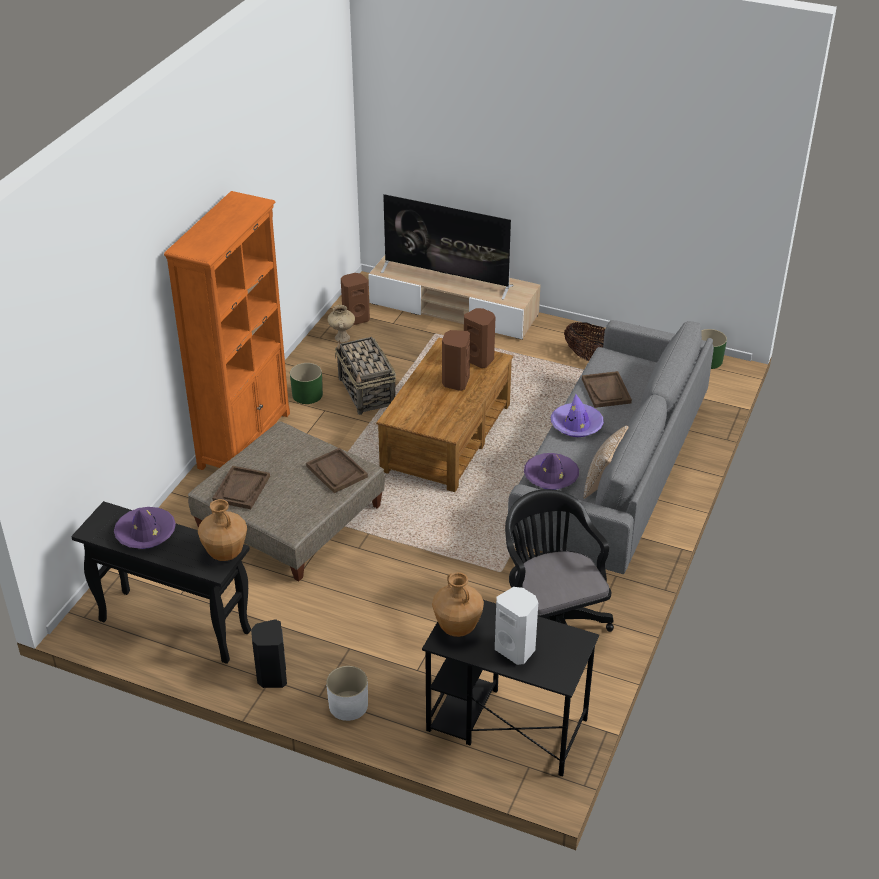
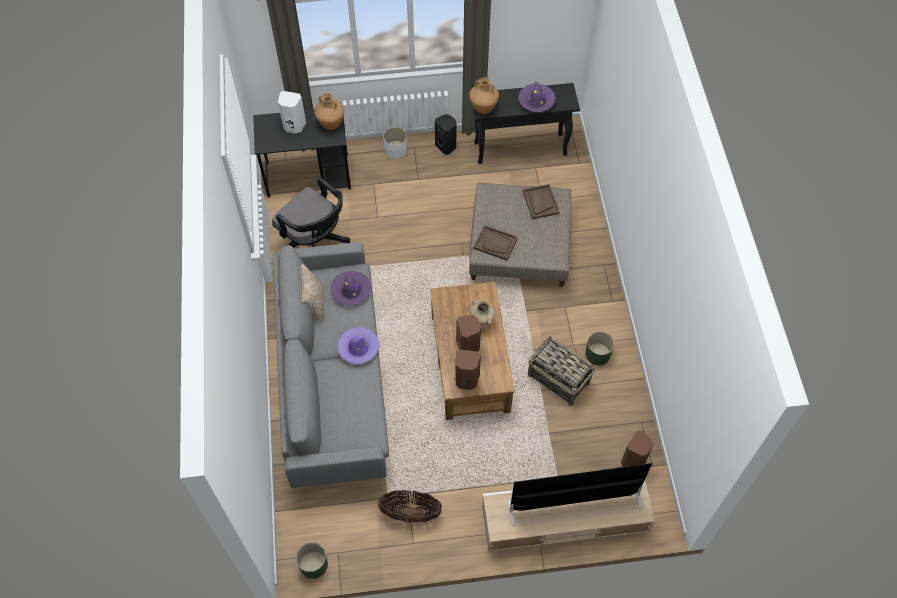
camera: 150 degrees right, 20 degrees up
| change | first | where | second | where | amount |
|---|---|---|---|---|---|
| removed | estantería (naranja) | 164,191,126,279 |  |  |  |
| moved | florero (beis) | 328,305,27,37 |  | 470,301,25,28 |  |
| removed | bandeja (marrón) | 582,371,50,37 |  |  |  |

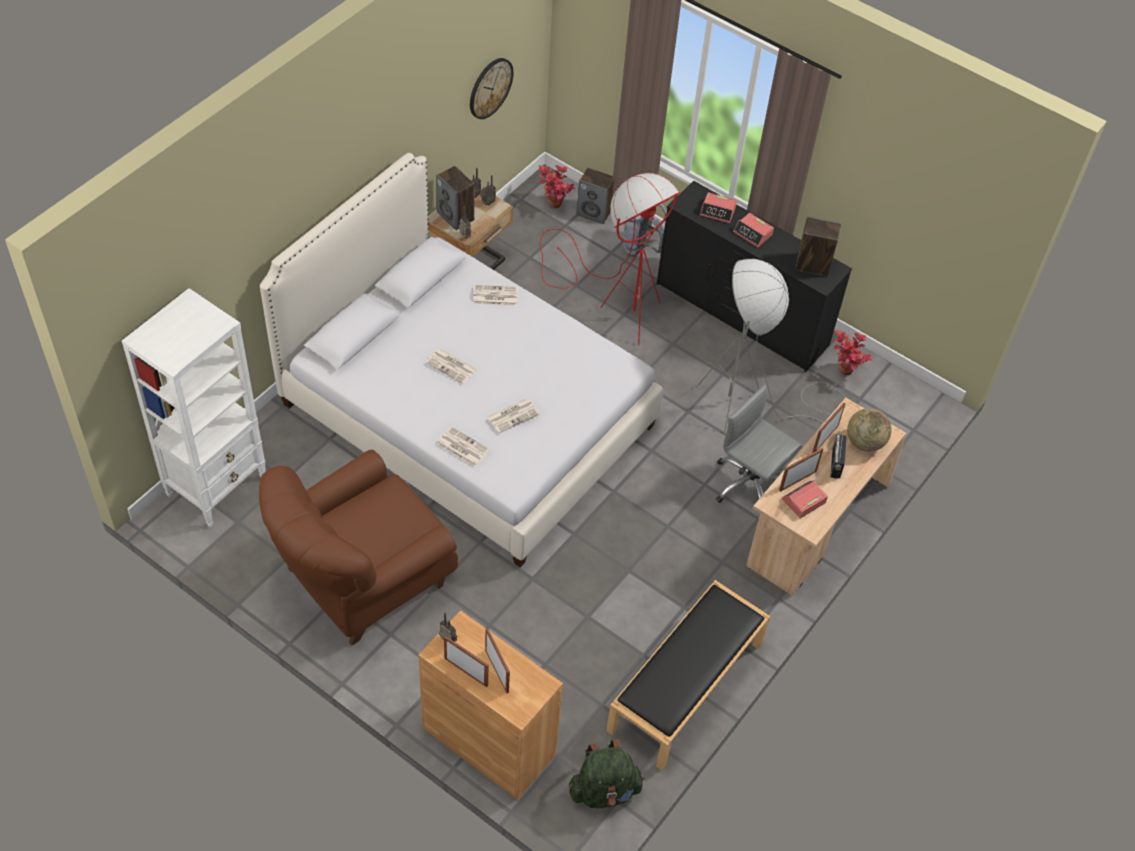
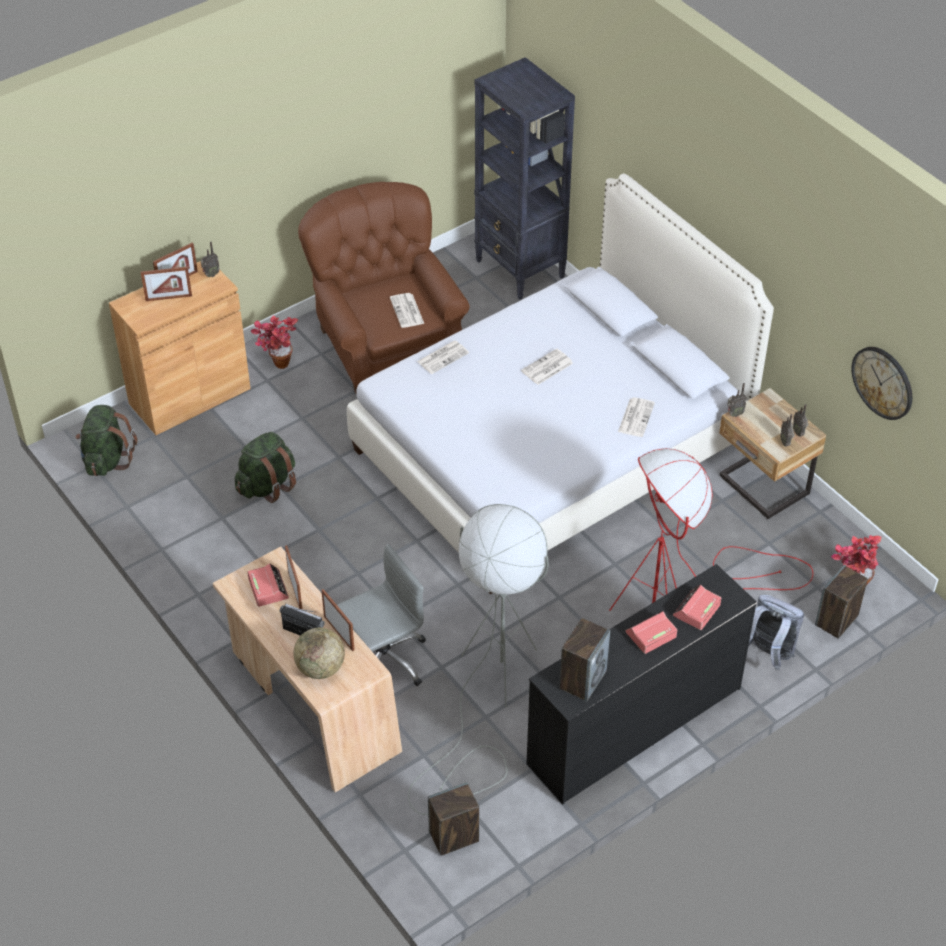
camera: 110 degrees right, 5 degrees down
| change | first | where | second | where | amount |
|---|---|---|---|---|---|
| recoloured | estantería (blanco) | 122,288,144,239 | estantería (negro) | 474,57,101,243 |  |
| moved | altavoz | 436,166,39,64 |  | 428,782,51,74 |  |
| moved | periódico | 487,399,52,34 |  | 390,293,34,35 |  |
| removed | banco (negro) | 606,580,165,191 |  |  |  |
| moved | planta en maceta | 834,329,38,46 |  | 251,315,47,54 |  |
| added |  |  | mochila (verde) | 235,432,61,71 |  |

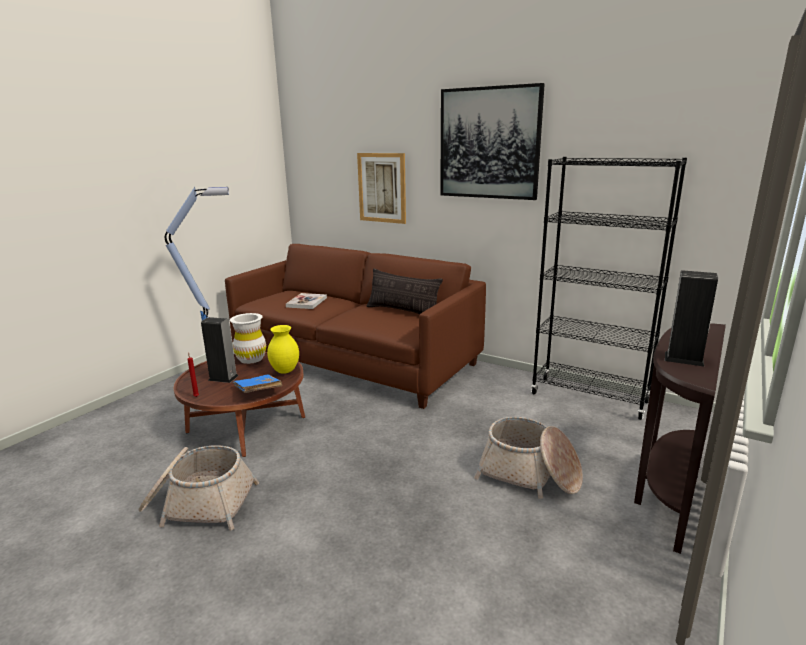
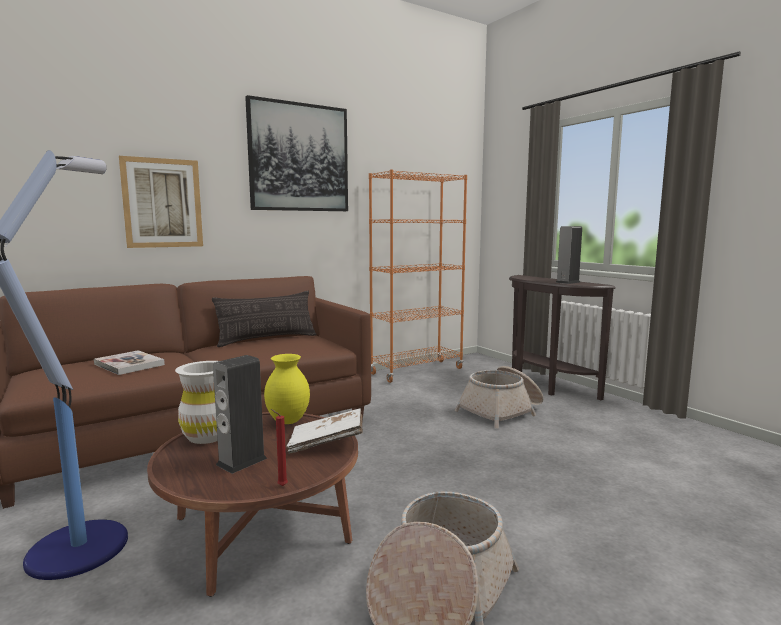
camera: 65 degrees left, 10 degrees down
| change | first | where | second | where | amount |
|---|---|---|---|---|---|
| recoloured | libro (azul) | 233,374,49,19 | libro (blanco) | 287,409,76,45 |  |
| recoloured | estantería (negro) | 531,157,156,263 | estantería (naranja) | 369,170,98,213 |  |

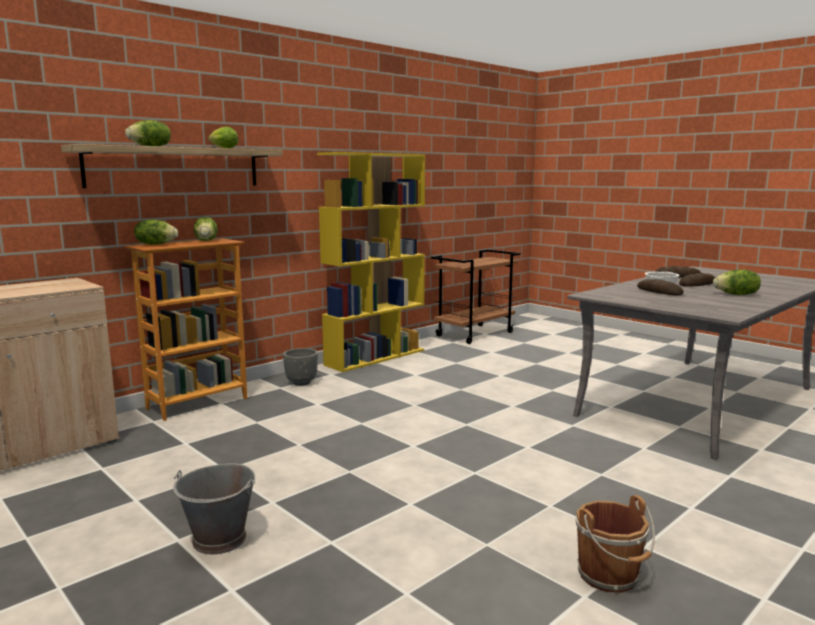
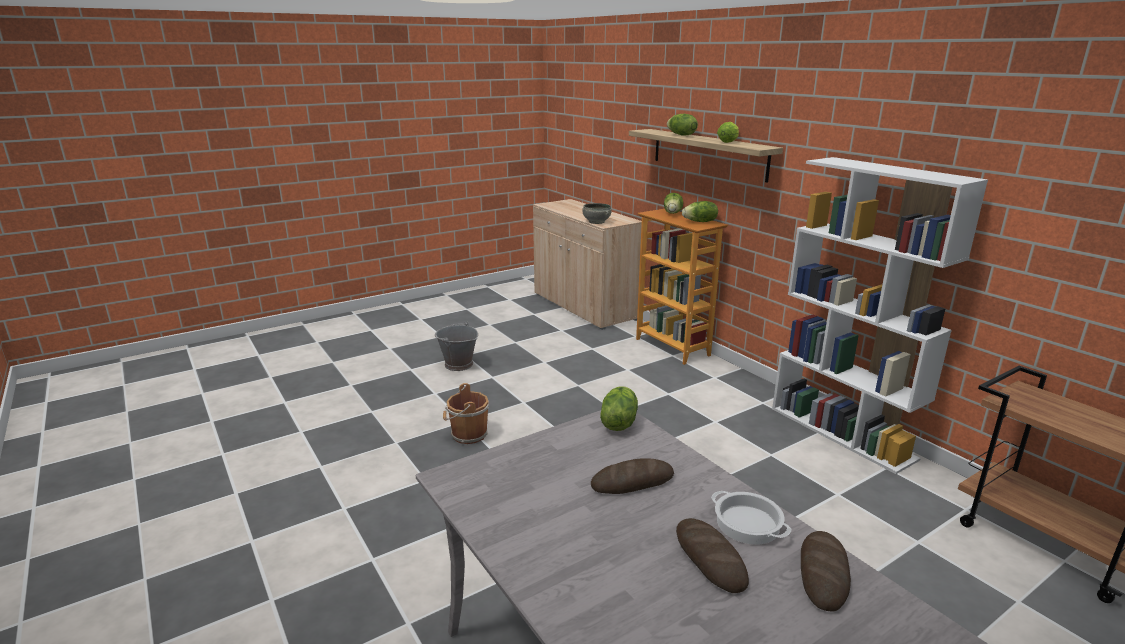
camera: 100 degrees right, 10 degrees up
| change | first | where | second | where | amount |
|---|---|---|---|---|---|
| removed | maceta (gris) | 283,348,35,38 |  |  |  |
| recoloured | estantería (amarillo) | 317,152,108,220 | estantería (blanco) | 772,157,216,317 |  |
| moved | cubo (marrón) | 576,495,79,98 |  | 443,383,46,61 |  |
| moved | lechuga | 713,269,48,26 |  | 600,386,38,45 |  |
| added |  |  | cuenco (gris) | 583,203,29,21 |  |

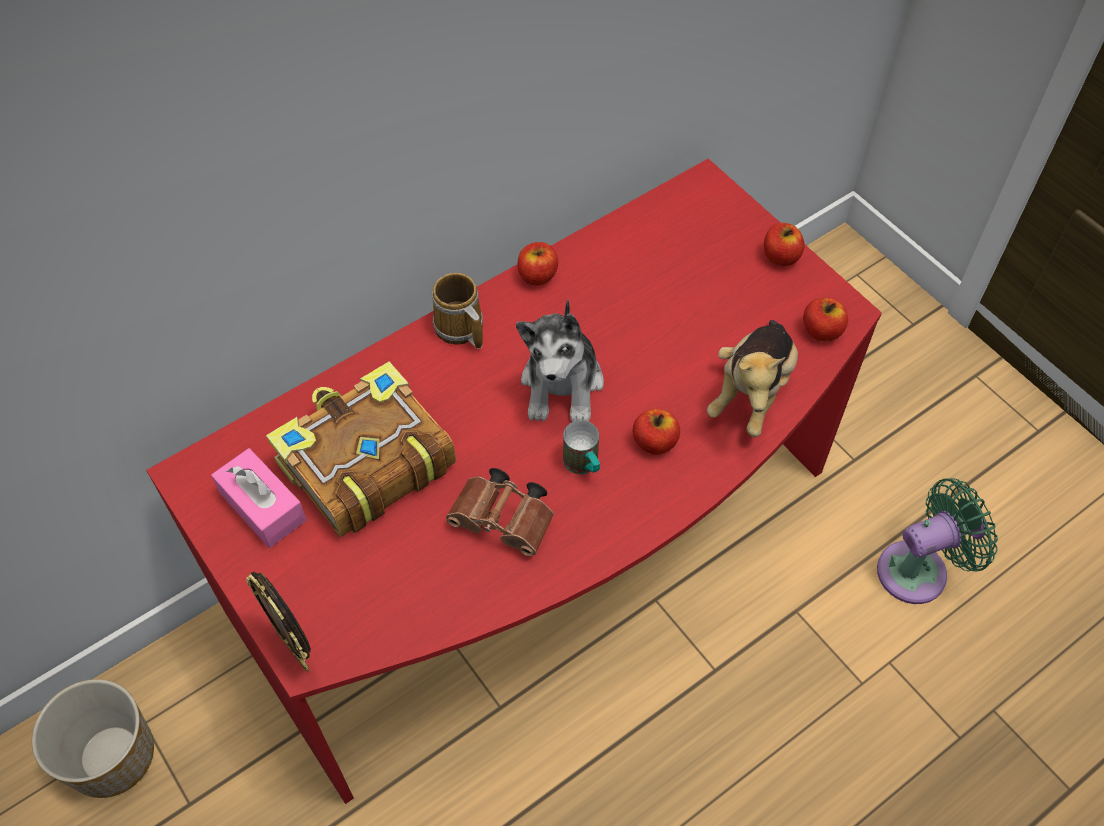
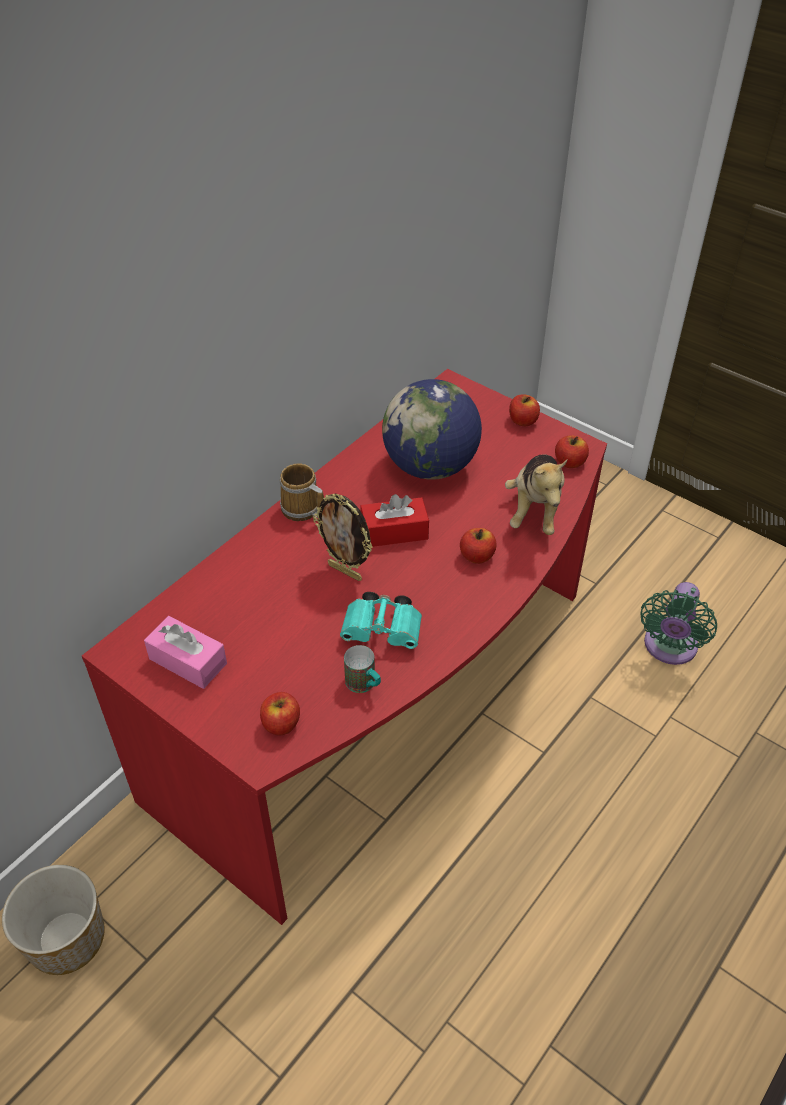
camera: 15 degrees left, 10 degrees down
| change | first | where | second | where | amount |
|---|---|---|---|---|---|
| moved | portarretratos | 246,572,65,100 |  | 313,494,60,87 |  |
| removed | libro | 266,361,190,176 |  |  |  |
| recoloured | prismáticos (marrón) | 446,468,108,89 | prismáticos (turquesa) | 340,592,82,57 |  |
| replaced | peluche | 516,299,88,123 | caja de pañuelos (rojo) | 360,494,69,53 |  |
| moved | manzana | 517,242,41,44 |  | 260,692,40,44 |  |
| moved | taza grande | 563,420,37,54 |  | 344,645,37,48 |  |
| turned | ventilador (verde) | 877,478,121,126 |  | 641,582,76,83 | 150 degrees clockwise |
| added |  |  | globo terráqueo | 382,379,100,101 |  |

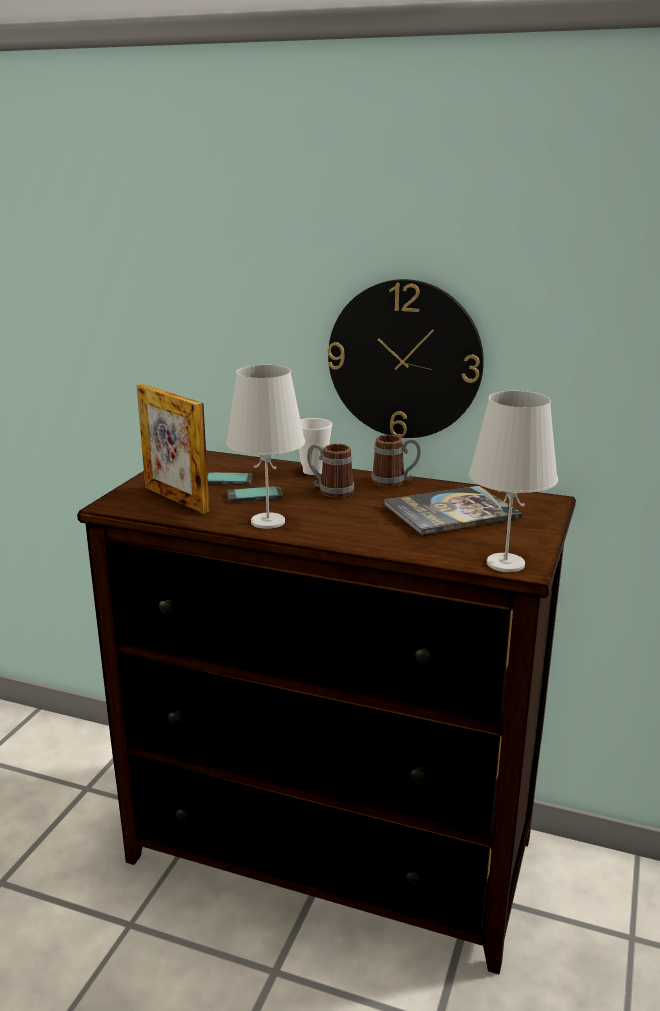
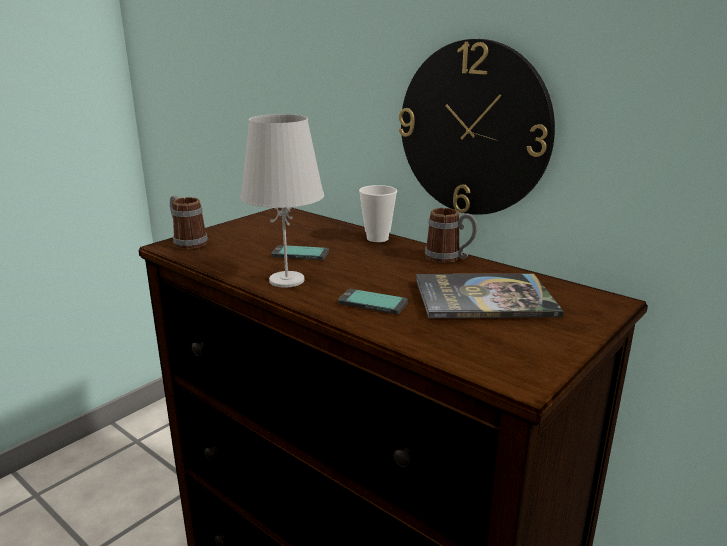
camera: 20 degrees right, 0 degrees up
| change | first | where | second | where | amount |
|---|---|---|---|---|---|
| removed | portarretratos | 137,384,73,130 |  |  |  |
| moved | móvil | 207,472,46,13 |  | 338,289,70,25 |  |
| moved | taza grande | 307,444,47,54 |  | 170,195,38,54 |  |
| removed | lámpara de mesa (blanco) | 469,391,89,181 |  |  |  |

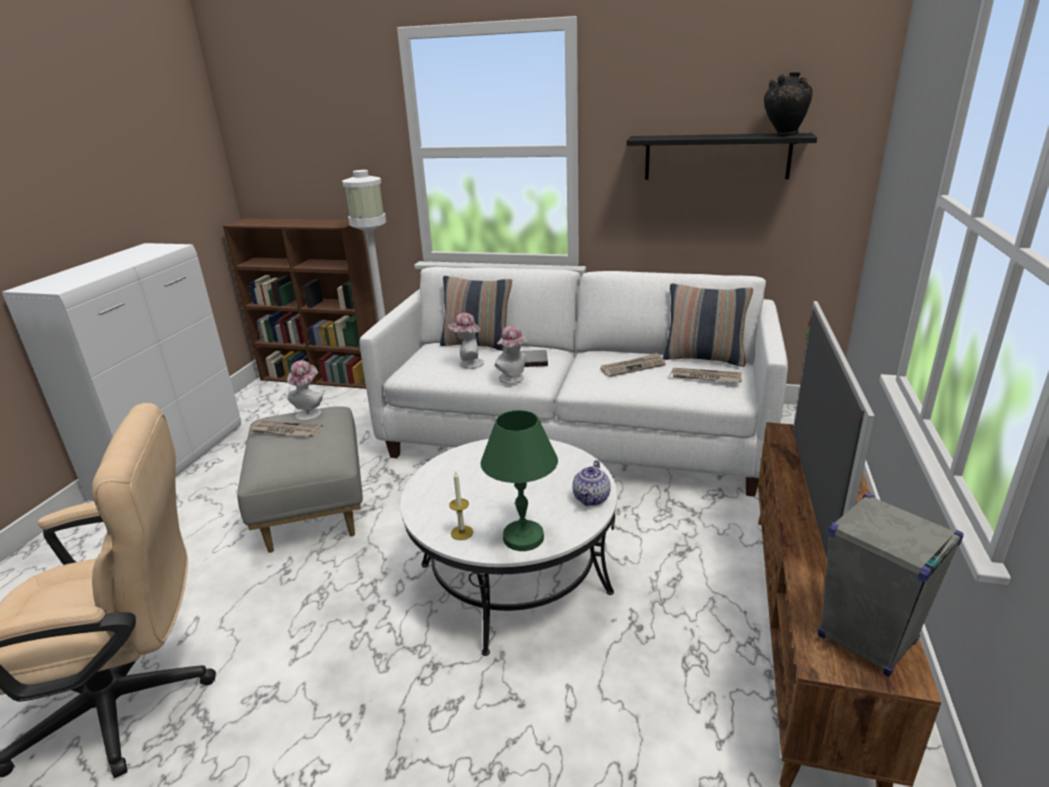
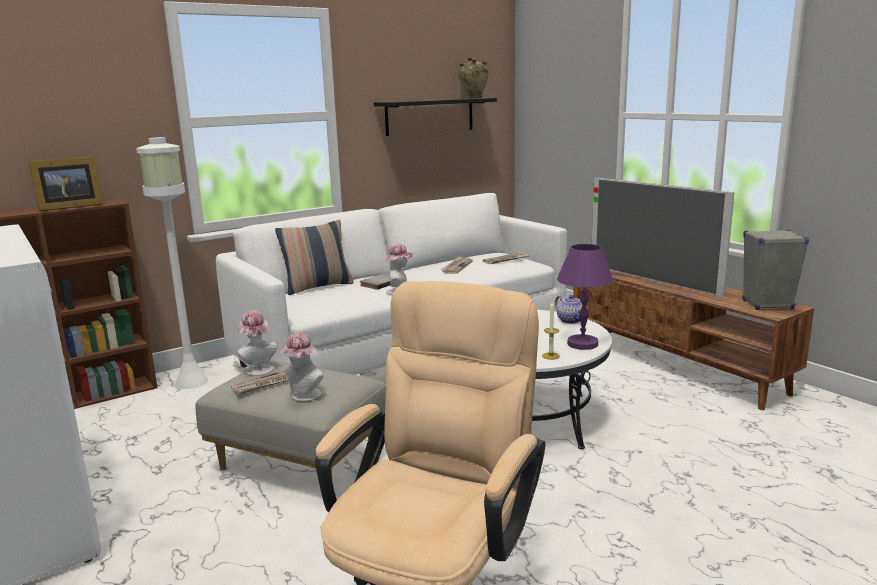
camera: 50 degrees left, 10 degrees down
| change | first | where | second | where | amount |
|---|---|---|---|---|---|
| moved | sombrero | 448,313,36,56 |  | 280,333,43,69 |  |
| recoloured | lámpara de mesa (verde) | 481,410,77,141 | lámpara de mesa (morado) | 557,244,56,106 |  |
| removed | cojín | 663,283,90,84 |  |  |  |
| recoloured | florero (negro) | 764,72,49,64 | florero (beis) | 458,57,31,41 |  |
| added |  |  | portarretratos | 28,156,75,56 |  |

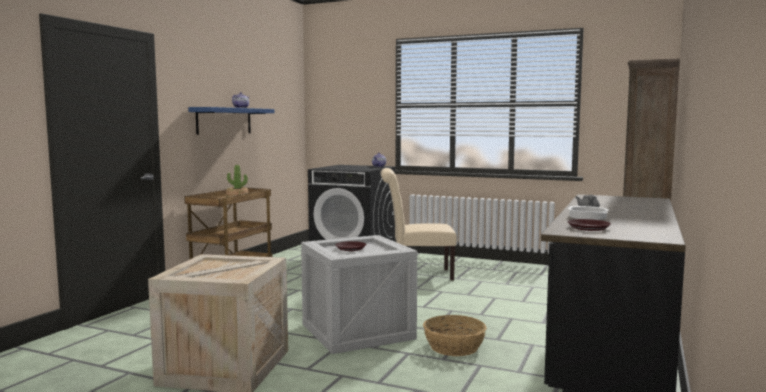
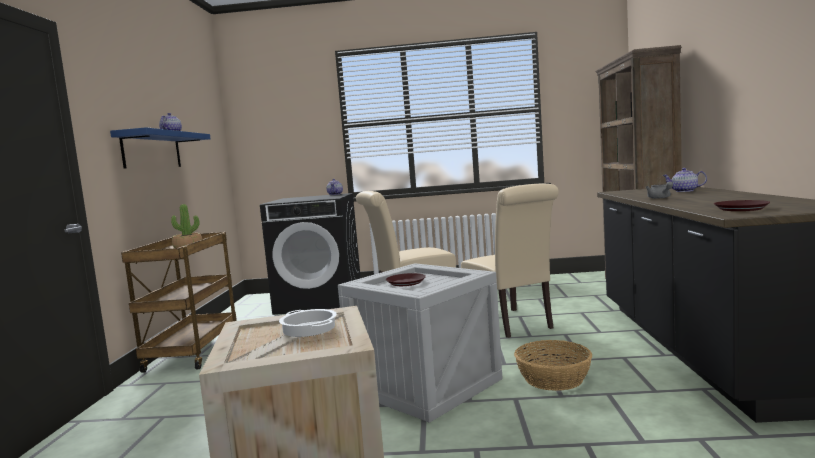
camera: 20 degrees left, 0 degrees up
| change | first | where | second | where | amount |
|---|---|---|---|---|---|
| moved | olla | 568,206,41,14 |  | 279,309,58,28 |  |
| added |  |  | silla (beis) | 461,183,98,155 |  |
| added |  |  | tetera | 662,168,45,24 |  |

